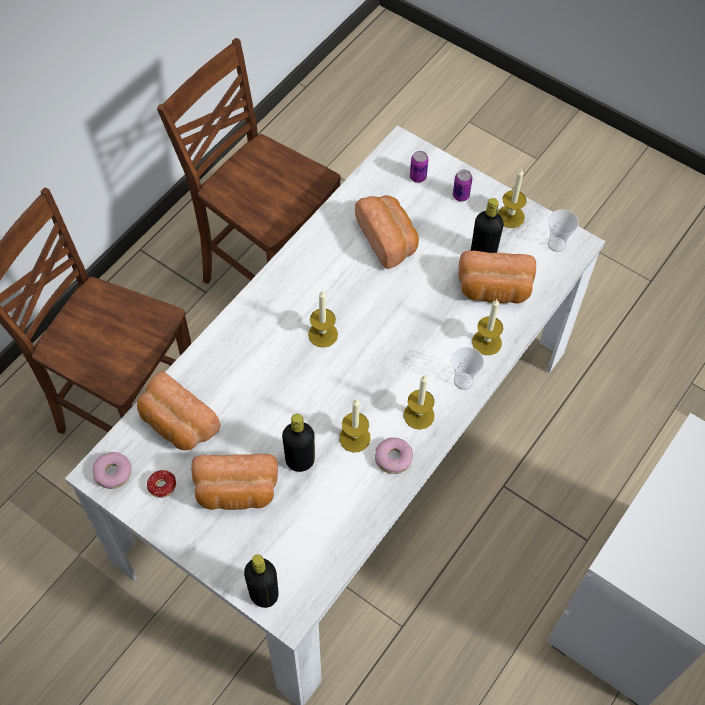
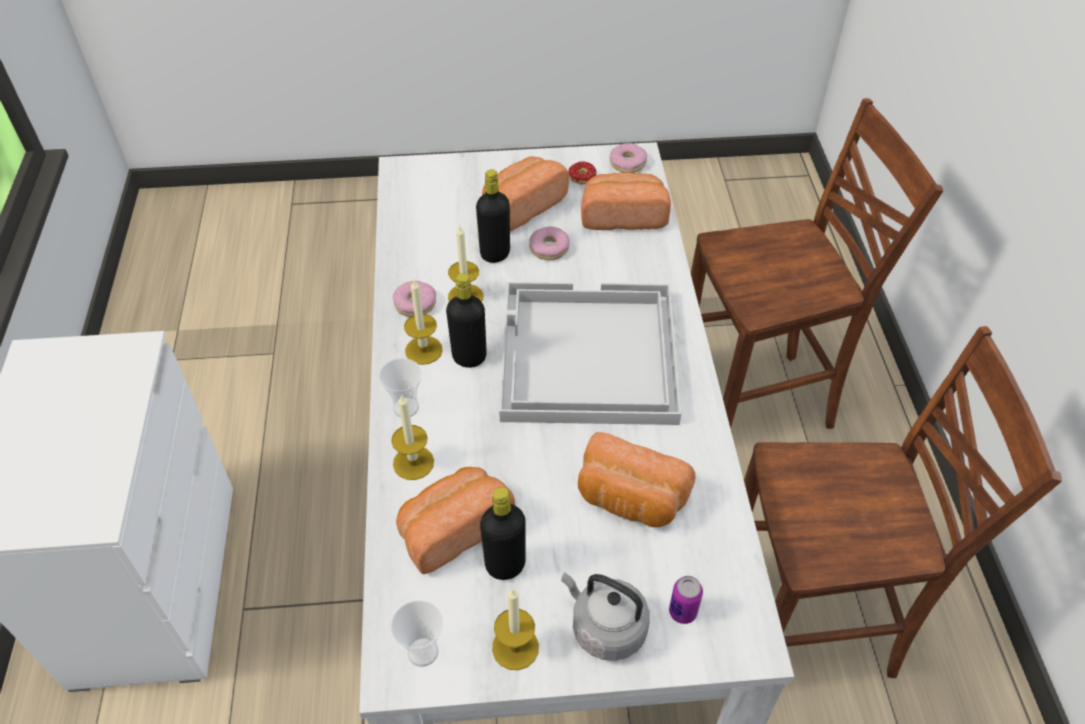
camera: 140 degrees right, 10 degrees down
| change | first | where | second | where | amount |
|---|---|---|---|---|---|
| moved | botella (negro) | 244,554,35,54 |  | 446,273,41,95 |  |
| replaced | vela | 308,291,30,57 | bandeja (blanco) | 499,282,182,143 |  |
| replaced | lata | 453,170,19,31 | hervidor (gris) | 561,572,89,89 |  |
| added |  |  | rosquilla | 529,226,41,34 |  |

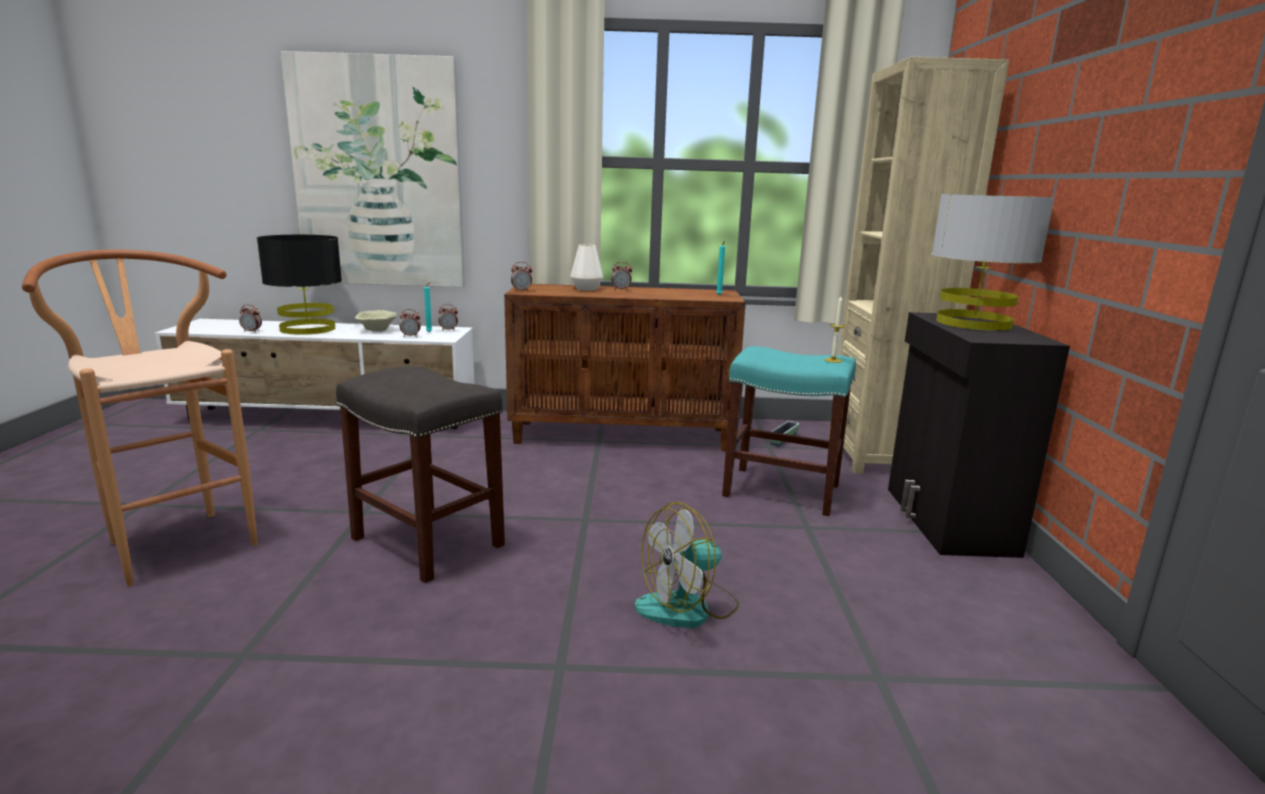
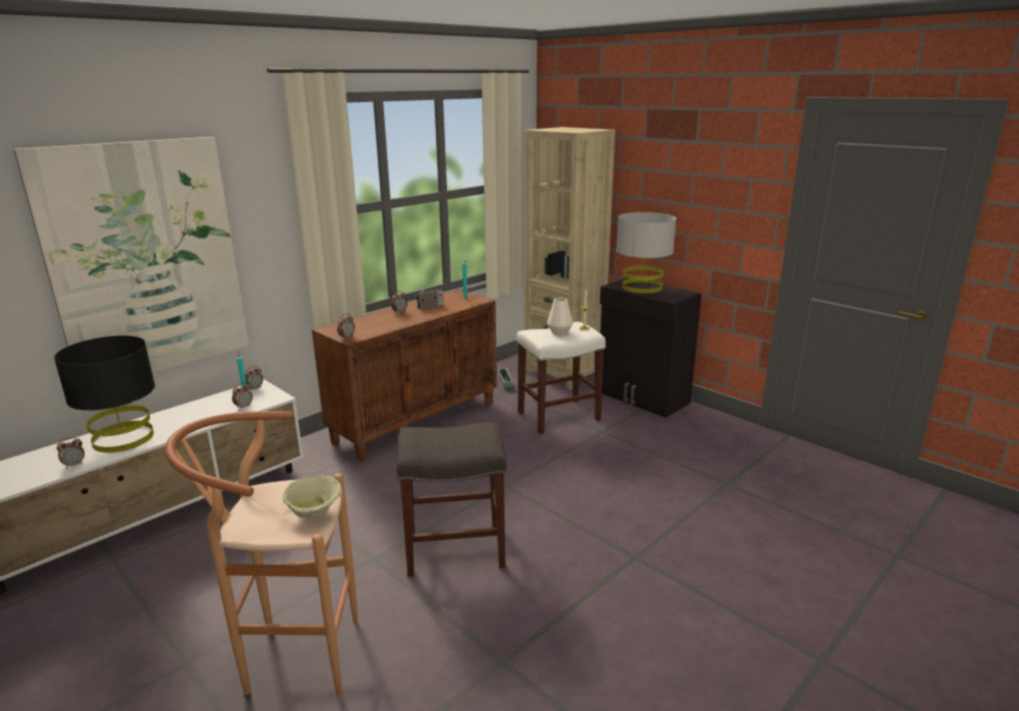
camera: 45 degrees left, 5 degrees up
| change | first | where | second | where | amount |
|---|---|---|---|---|---|
| moved | cuenco (beis) | 355,310,42,22 |  | 283,476,59,43 |  |
| moved | florero (blanco) | 570,244,33,47 |  | 547,298,26,37 |  |
| removed | ventilador | 634,502,105,126 |  |  |  |
| recoloured | taburete (turquesa) | 722,346,134,170 | taburete (blanco) | 517,322,89,112 |  |
| added |  |  | radio | 415,285,29,24 |  |

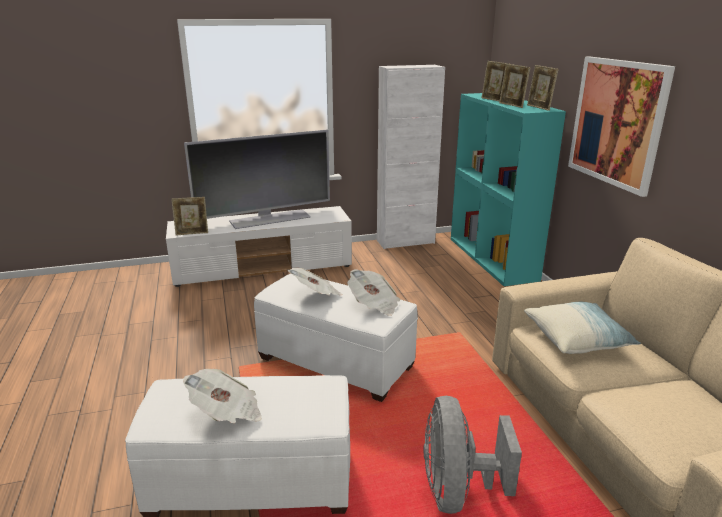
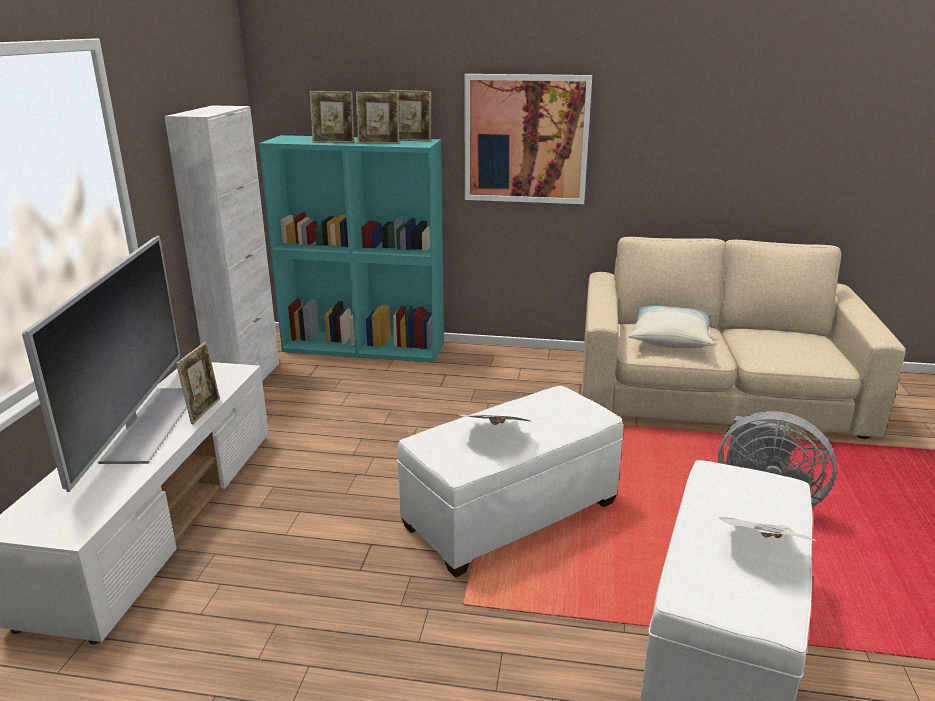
camera: 65 degrees left, 0 degrees up
| change | first | where | second | where | amount |
|---|---|---|---|---|---|
| moved | portarretratos | 171,197,37,39 |  | 176,342,44,82 |  |
| removed | periódico | 347,269,53,47 |  |  |  |

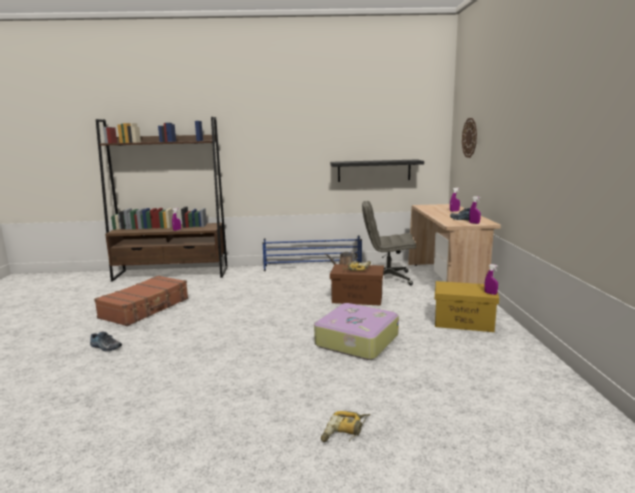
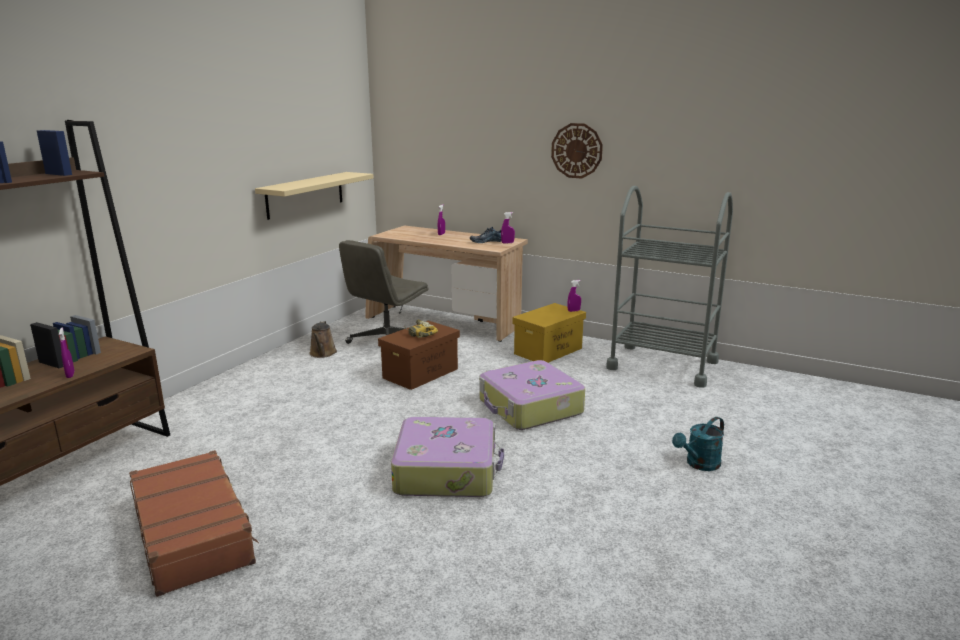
camera: 60 degrees left, 5 degrees up
| change | first | where | second | where | amount |
|---|---|---|---|---|---|
| removed | zapato | 90,332,32,19 |  |  |  |
| removed | zapatero (azul) | 263,235,99,36 |  |  |  |
| replaced | taladro | 321,411,49,31 | regadera (turquesa) | 672,417,52,54 |  |
| recoloured | estante (negro) | 330,159,94,23 | estante (beis) | 255,172,119,48 |  |
| moved | reloj de pared | 462,118,15,40 |  | 551,123,52,55 |  |
| added |  |  | maleta | 391,417,113,80 |  |
| added |  |  | carrito (gris) | 606,186,127,202 |  |

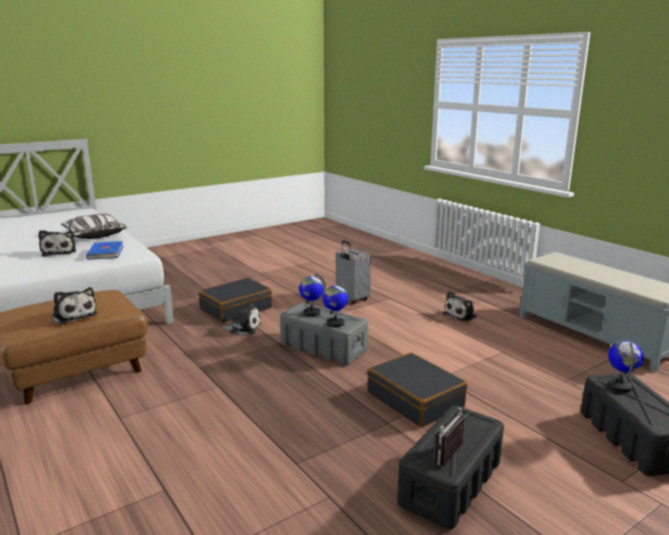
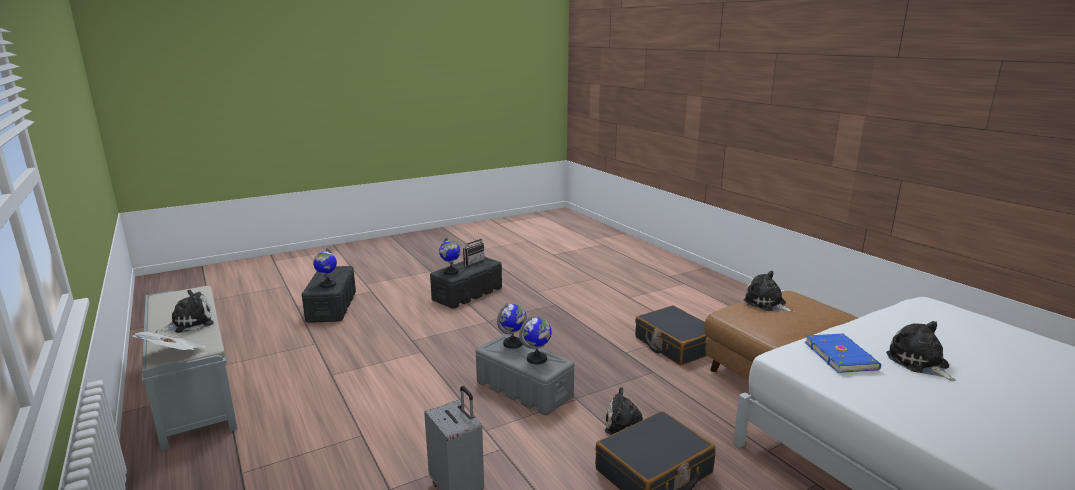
camera: 175 degrees left, 0 degrees up
| change | first | where | second | where | amount |
|---|---|---|---|---|---|
| removed | cojín | 61,213,66,26 |  |  |  |
| moved | maleta (negro) | 367,353,101,74 |  | 635,305,72,60 |  |
| moved | peluche | 443,291,34,30 |  | 155,290,59,43 |  |
| added |  |  | periódico | 133,332,75,18 |  |
| added |  |  | globo terráqueo | 439,238,21,37 |  |

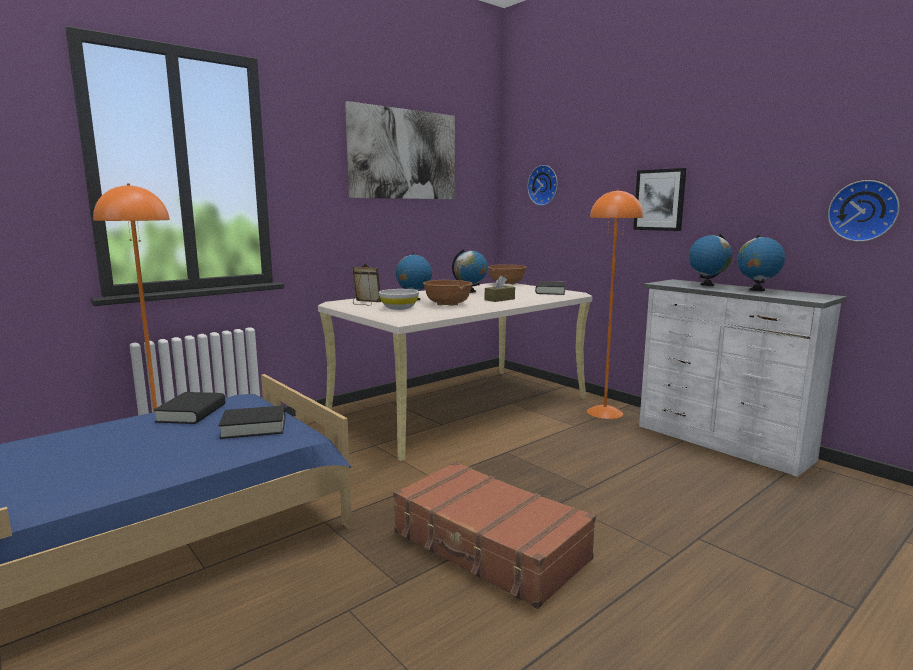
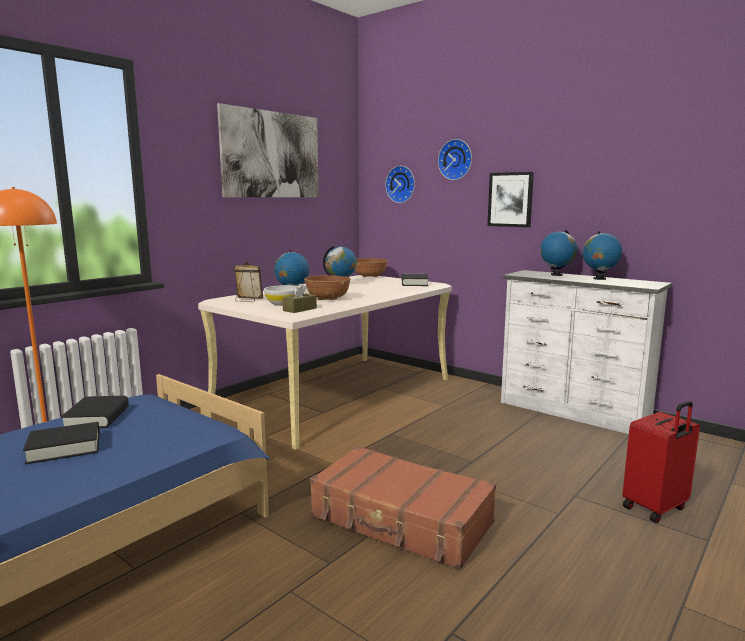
camera: 10 degrees left, 0 degrees up
| change | first | where | second | where | amount |
|---|---|---|---|---|---|
| moved | libro (negro) | 218,405,68,34 |  | 23,422,77,42 |  |
| moved | caja de pañuelos (marrón) | 485,276,30,26 |  | 282,283,35,30 |  |
| removed | lámpara de pie (naranja) | 587,189,56,230 |  |  |  |
| moved | reloj de pared | 828,180,72,62 |  | 438,139,34,41 |  |
| added |  |  | maleta (rojo) | 622,401,78,122 |  |

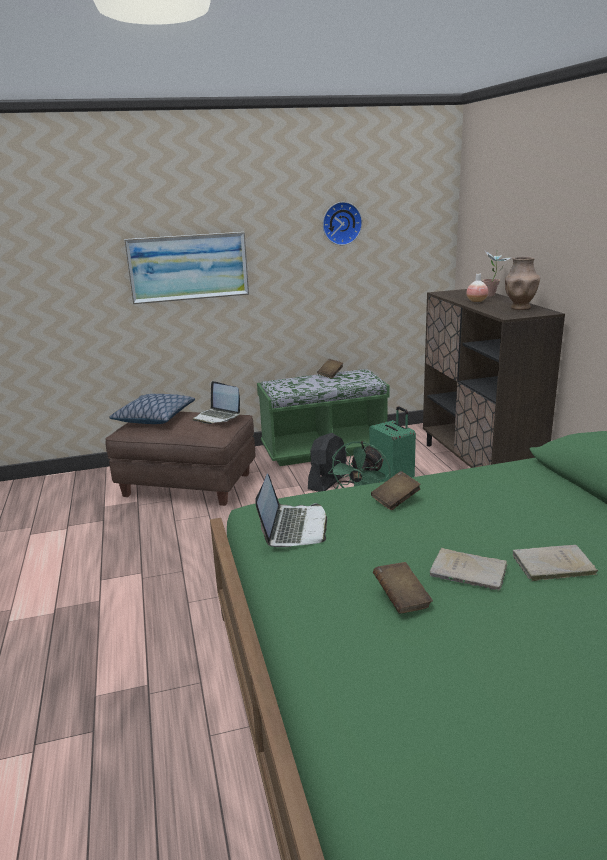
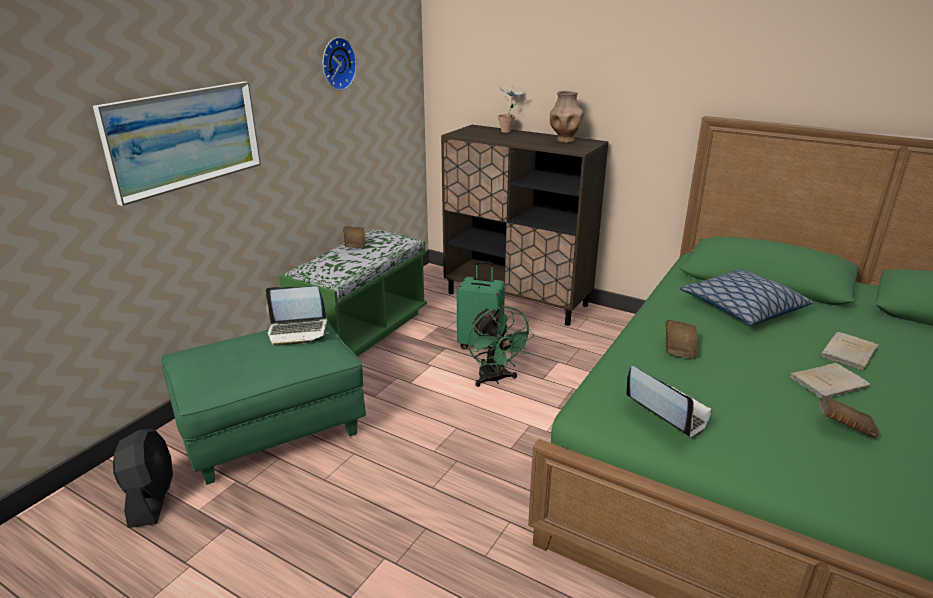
camera: 45 degrees left, 5 degrees up
| change | first | where | second | where | amount |
|---|---|---|---|---|---|
| recoloured | puf (marrón) | 105,411,151,95 | puf (verde) | 161,320,205,165 |  |
| moved | cojín | 109,394,86,30 |  | 680,269,133,57 |  |
| moved | ventilador (negro) | 308,433,39,59 |  | 113,429,60,99 |  |
| removed | florero | 466,274,22,28 |  |  |  |

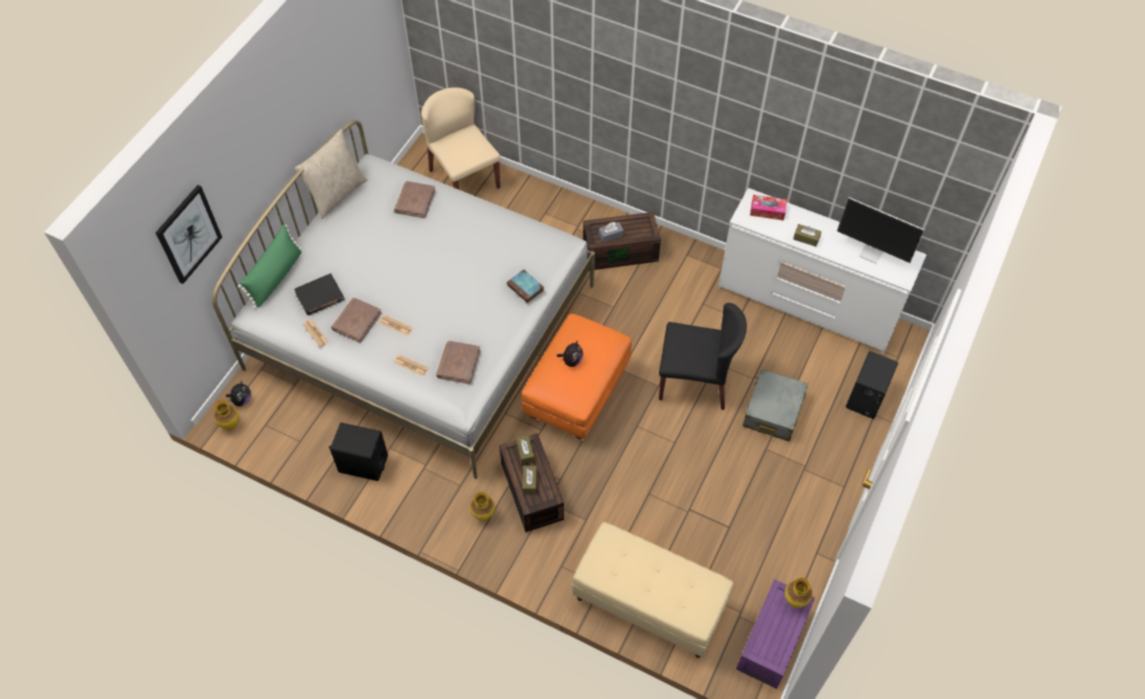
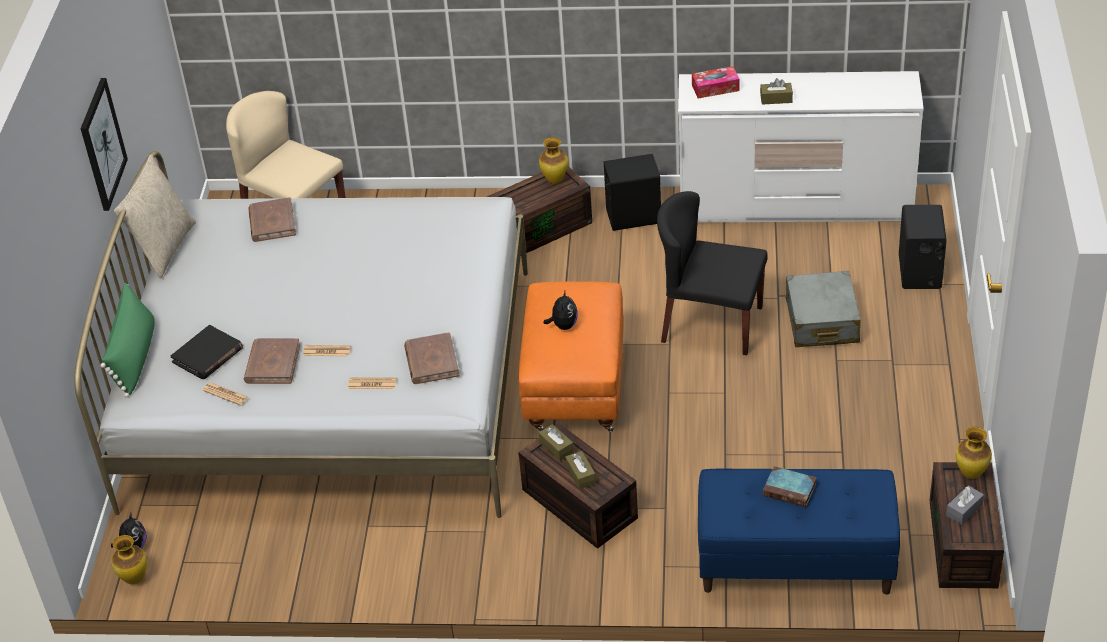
camera: 20 degrees left, 15 degrees down
| change | first | where | second | where | amount |
|---|---|---|---|---|---|
| moved | cuadro | 155,185,67,99 |  | 81,78,47,133 |  |
| moved | altavoz (negro) | 329,423,59,58 |  | 604,154,57,77 |  |
| moved | florero | 470,492,25,29 |  | 539,137,29,47 |  |
| moved | libro | 507,269,37,34 |  | 763,466,53,41 |  |
| recoloured | banco (beis) | 572,522,162,136 | banco (azul) | 698,468,202,127 |  |
| moved | caja de pañuelos (gris) | 599,222,25,21 |  | 946,485,38,40 |  |
| turned | silla (negro) | 659,303,88,107 |  | 657,191,111,164 | 150 degrees counterclockwise |
| recoloured | caja de almacenaje (morado) | 736,579,79,110 | caja de almacenaje (marrón) | 930,462,74,126 |  |
| removed | monitor | 837,197,88,67 |  |  |  |

